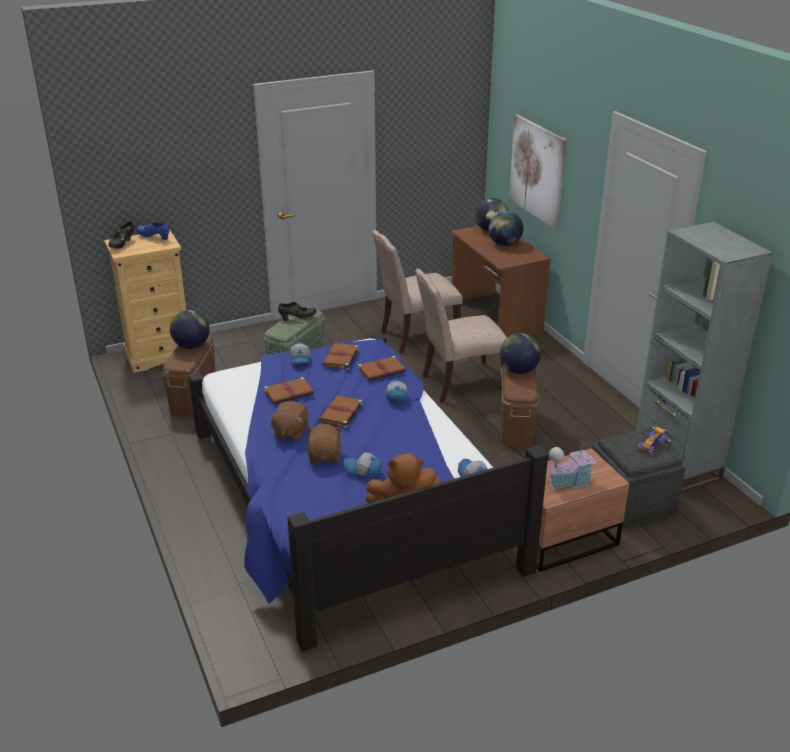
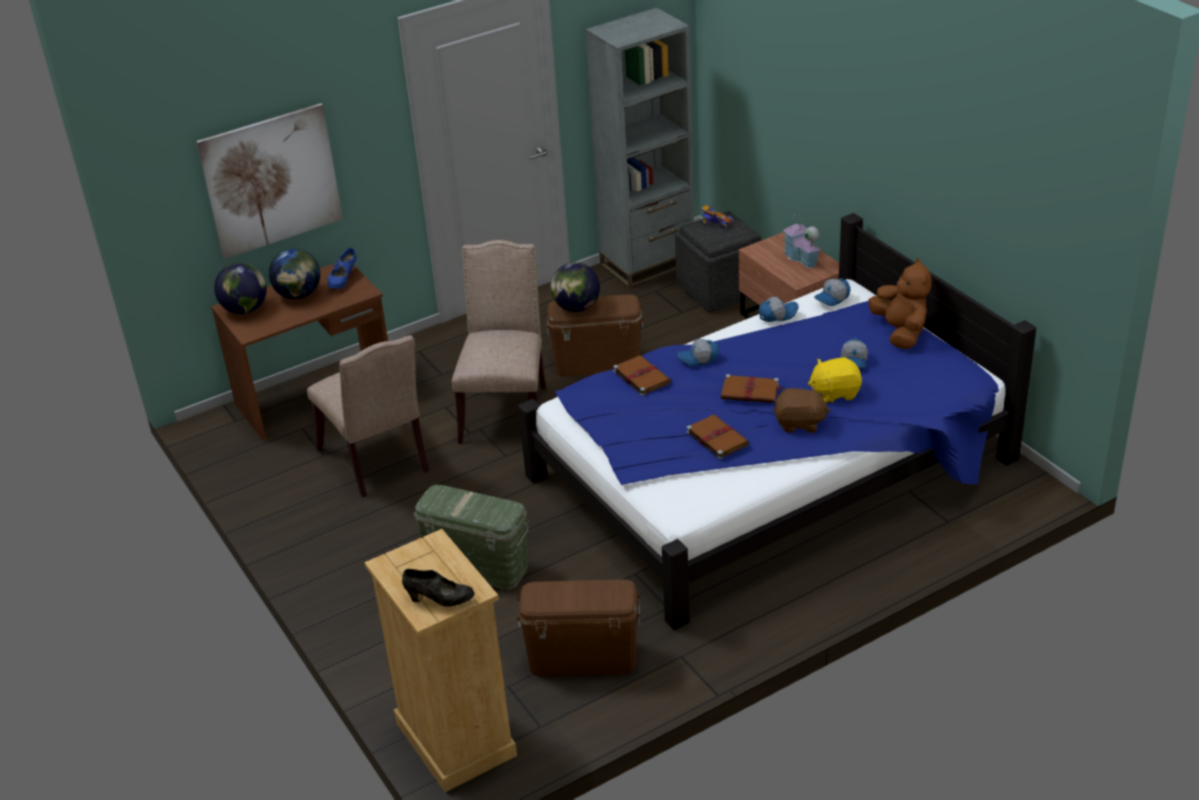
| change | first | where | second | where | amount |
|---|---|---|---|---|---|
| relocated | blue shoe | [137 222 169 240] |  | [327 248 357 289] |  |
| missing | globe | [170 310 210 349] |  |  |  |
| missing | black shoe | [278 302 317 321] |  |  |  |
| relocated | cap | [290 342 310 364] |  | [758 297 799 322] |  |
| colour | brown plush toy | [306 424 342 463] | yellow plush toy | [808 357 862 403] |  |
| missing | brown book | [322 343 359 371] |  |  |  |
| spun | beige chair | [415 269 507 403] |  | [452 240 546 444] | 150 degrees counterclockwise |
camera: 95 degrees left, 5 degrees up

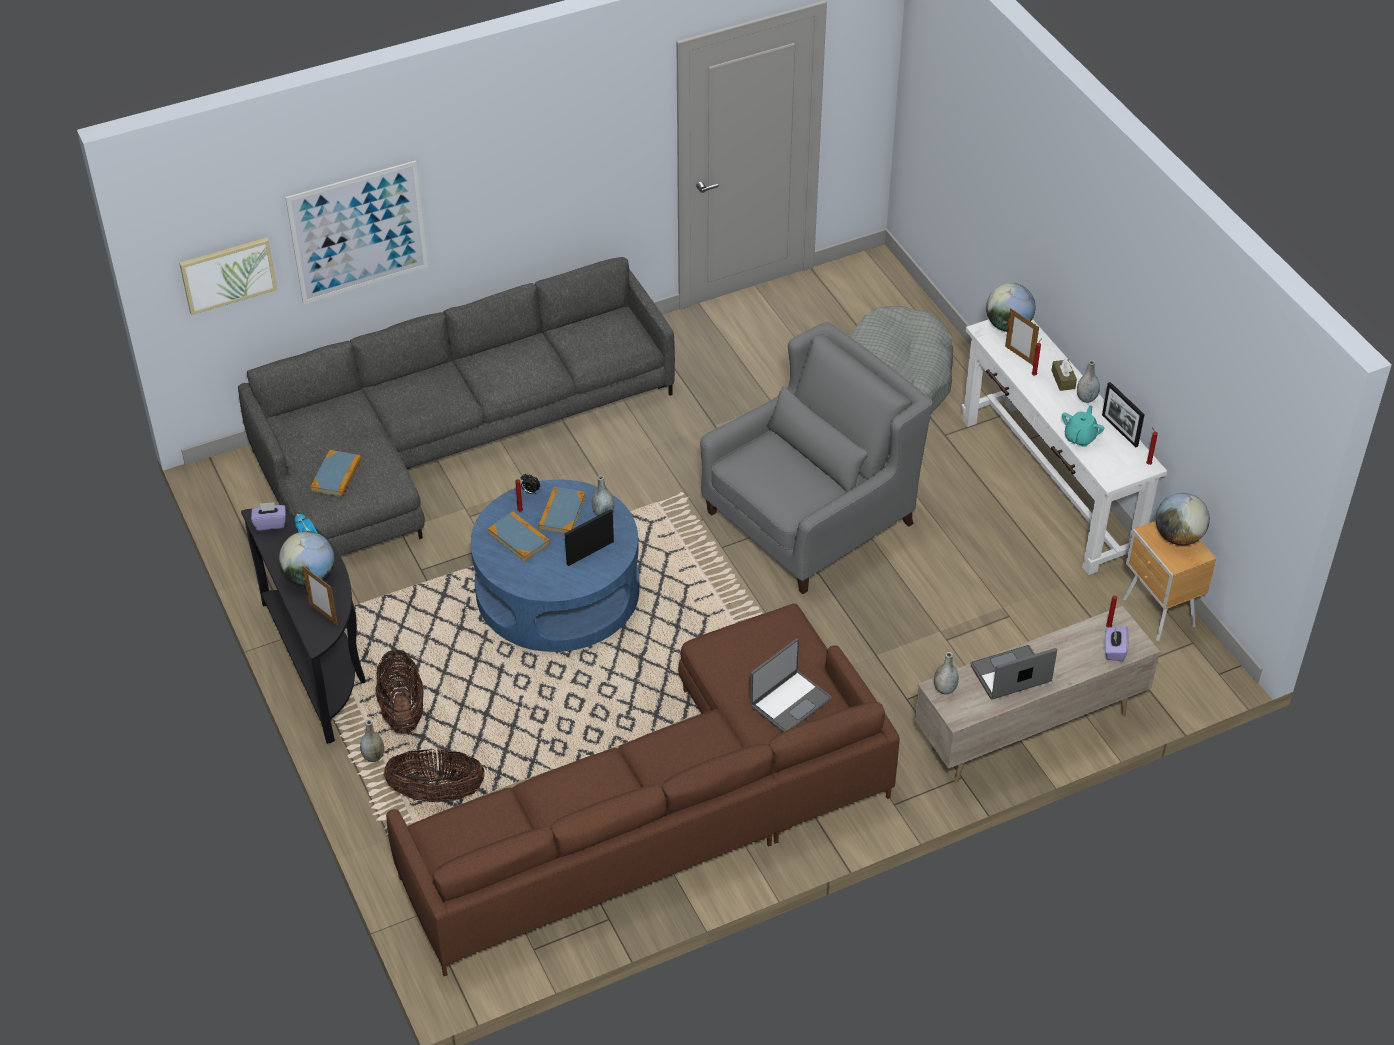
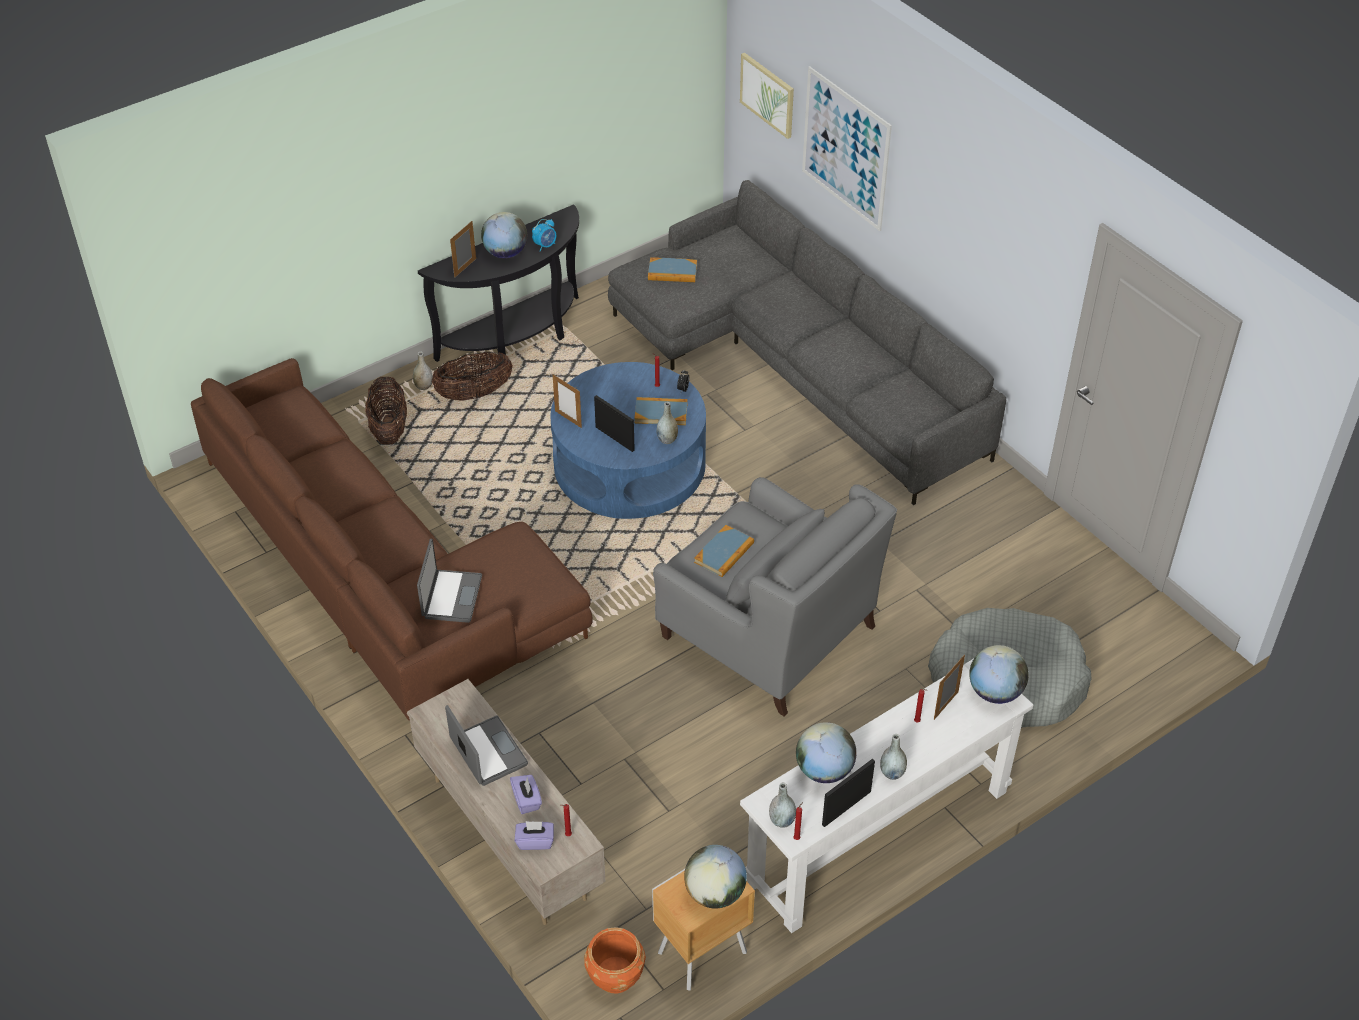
| change | first | where | second | where | amount |
|---|---|---|---|---|---|
| relocated | purple tissue box | [251 502 286 531] |  | [510 775 542 814] |  |
| relocated | book | [488 511 550 562] |  | [694 525 754 577] |  |
| spun | laptop | [750 638 832 732] |  | [417 539 482 623] | 120 degrees counterclockwise |
| relocated | grey vase | [934 652 959 694] |  | [769 783 796 828] |  |
| missing | brown tissue box | [1052 359 1077 391] |  |  |  |
| exchanged | turquoise teapot | [1062 405 1104 447] | globe | [796 722 856 783] |  |
| appeared |  |  | picture frame | [553 374 582 428] |  |
| appeared |  |  | orange planter | [584 927 646 993] |  |
camera: 80 degrees right, 0 degrees up

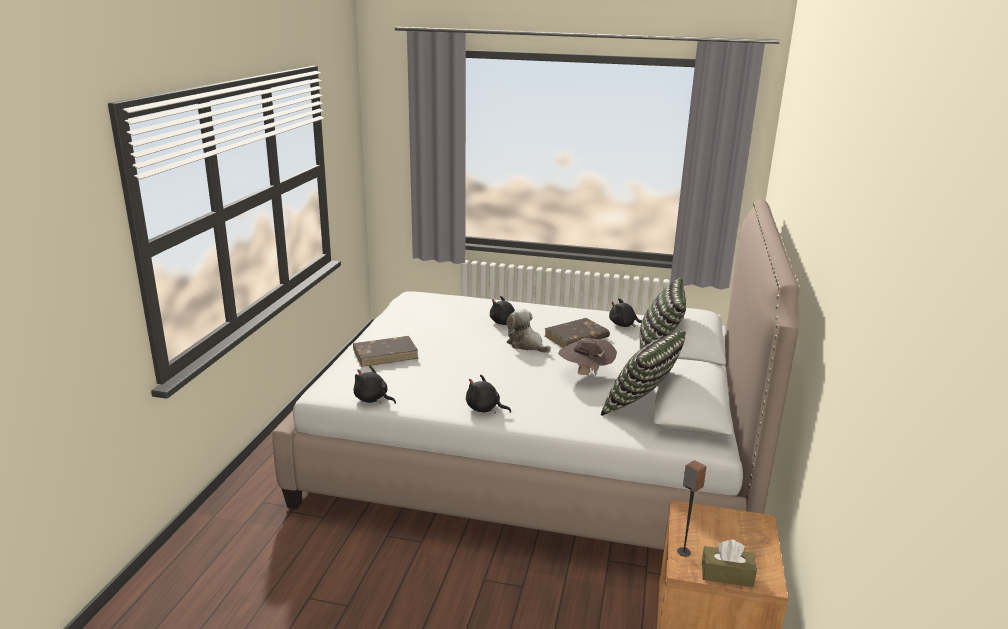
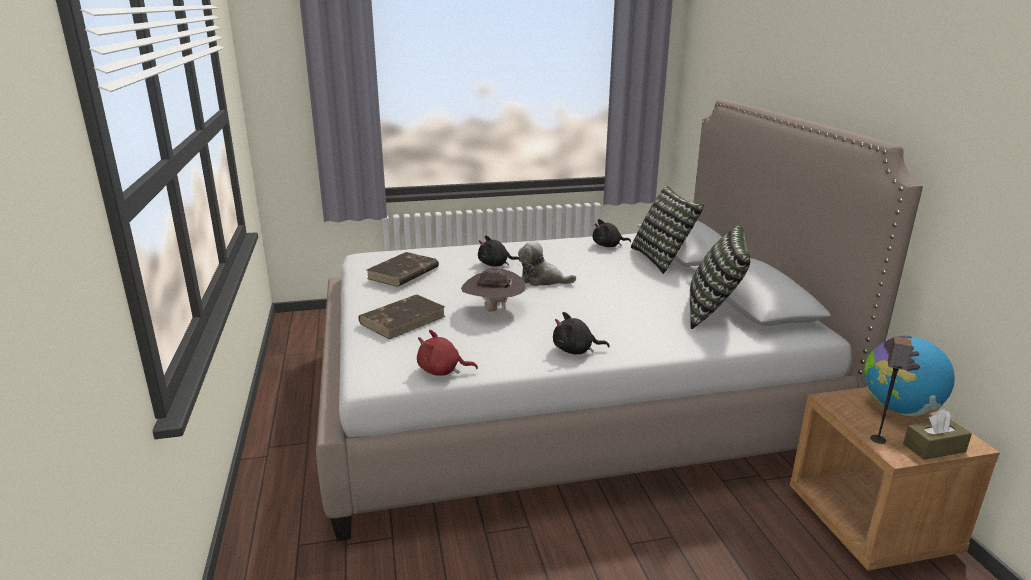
| change | first | where | second | where | amount |
|---|---|---|---|---|---|
| colour | black plush toy | [353 366 396 404] | red plush toy | [417 330 478 376] |  |
| relocated | brown book | [544 318 610 348] |  | [367 252 439 287] |  |
| relocated | brown hat | [558 338 617 375] |  | [461 268 526 312] |  |
| appeared |  |  | globe | [864 336 955 417] |  |
camera: 25 degrees left, 0 degrees up

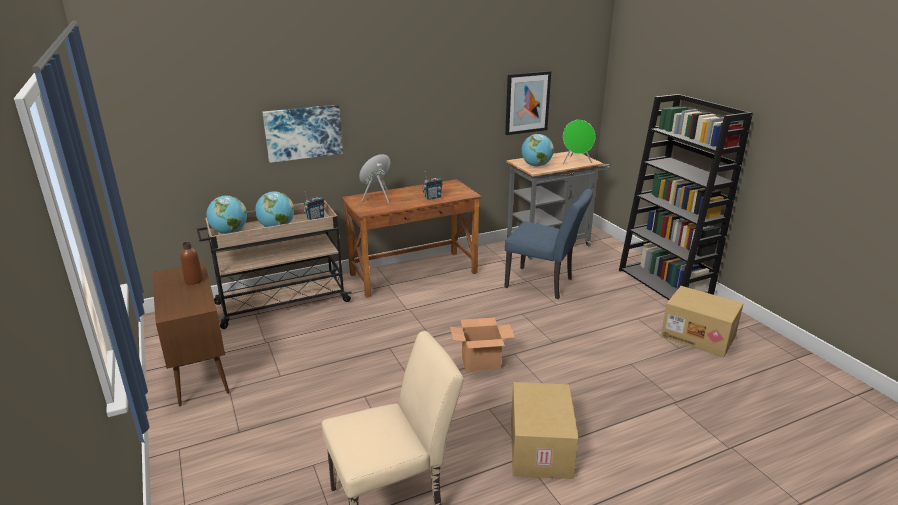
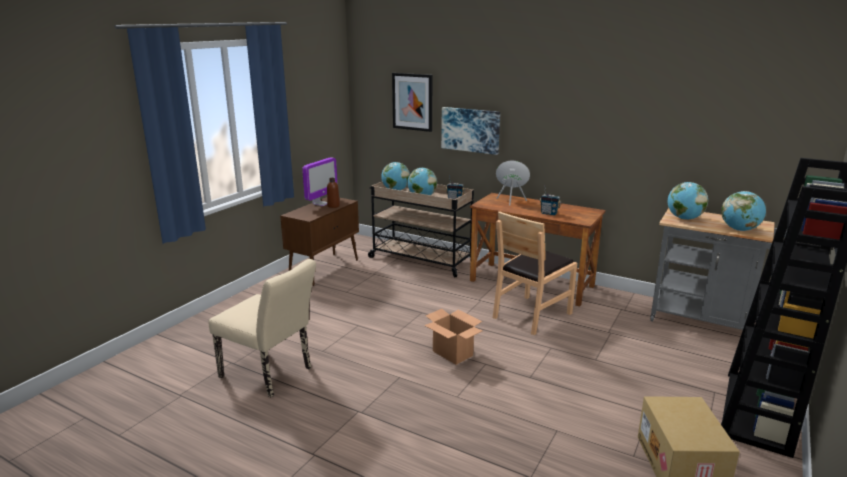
| change | first | where | second | where | amount |
|---|---|---|---|---|---|
| missing | blue chair | [504 189 593 299] |  |  |  |
| relocated | picture | [505 71 551 135] |  | [392 73 432 132] |  |
| missing | cardboard box | [511 382 579 479] |  |  |  |
| exchanged | green speaker | [563 120 595 164] | globe | [721 191 766 231] |  |
| appeared |  |  | monitor | [302 157 337 206] |  |
| appeared |  |  | brown chair | [493 211 577 335] |  |
camera: 55 degrees right, 5 degrees down

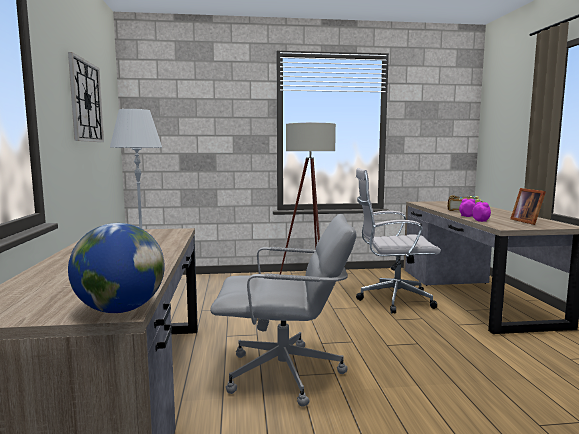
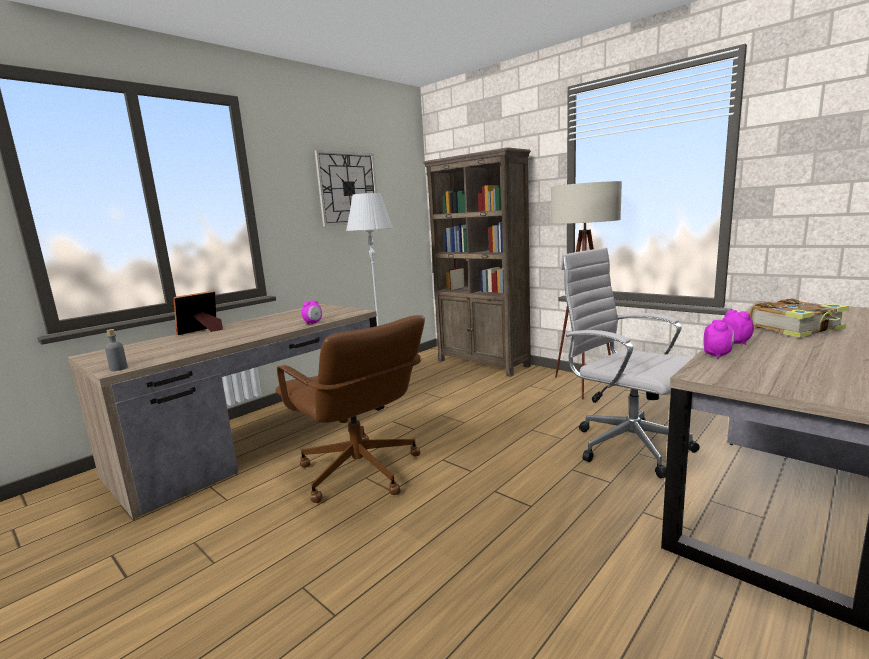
| change | first | where | second | where | amount |
|---|---|---|---|---|---|
| exchanged | globe | [68 223 165 313] | grey bottle | [105 329 128 371] |  |
| colour | grey office chair | [210 214 357 407] | brown office chair | [275 315 425 503] |  |
| relocated | picture frame | [510 188 546 225] |  | [173 291 223 335] |  |
| appeared |  |  | alarm clock | [302 300 322 324] |  |
| appeared |  |  | brown bookcase | [423 147 531 377] |  |
camera: 50 degrees right, 5 degrees up

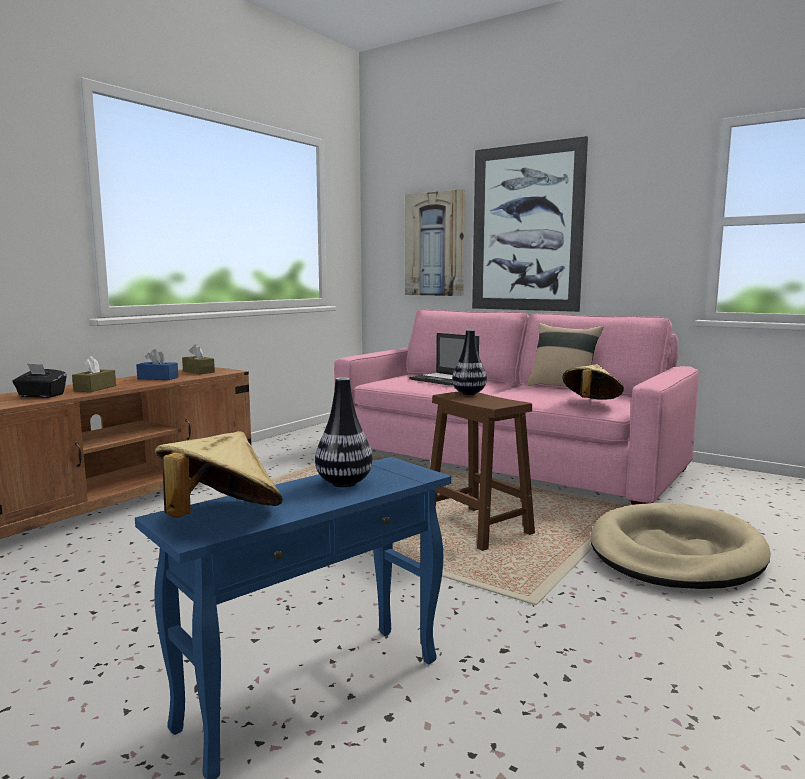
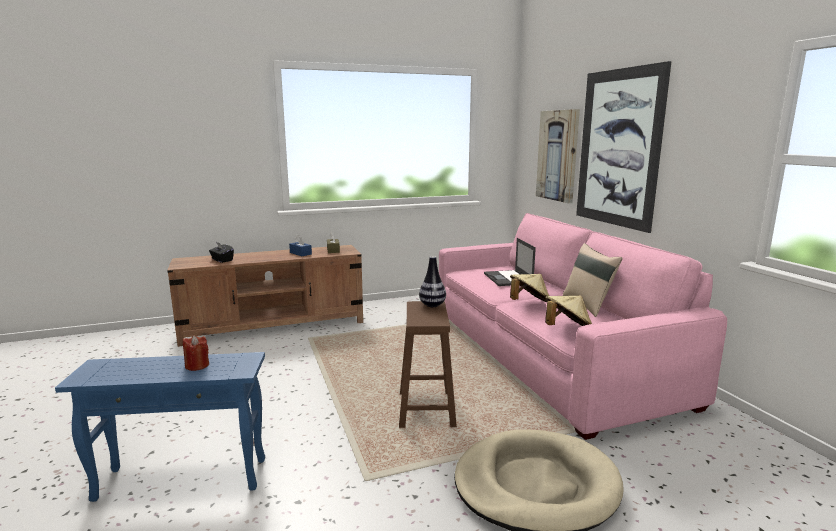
| change | first | where | second | where | amount |
|---|---|---|---|---|---|
| missing | brown tissue box | [72 356 116 392] |  |  |  |
| relocated | beige hat | [155 431 283 518] |  | [510 274 549 302] |  |
| exchanged | vase | [315 377 373 487] | red candle | [182 335 209 371] |  |
camera: 35 degrees right, 5 degrees up

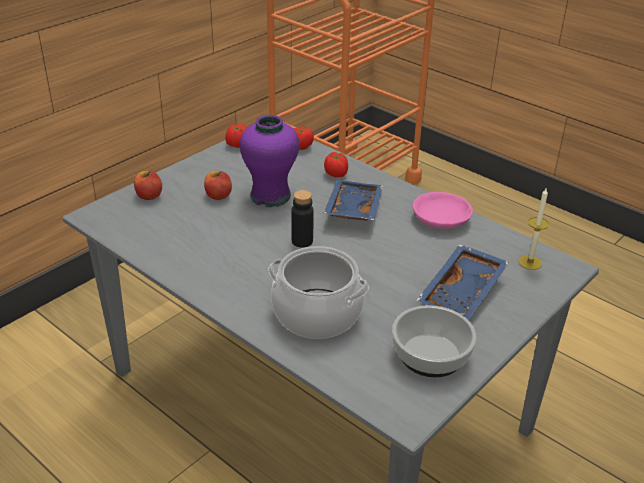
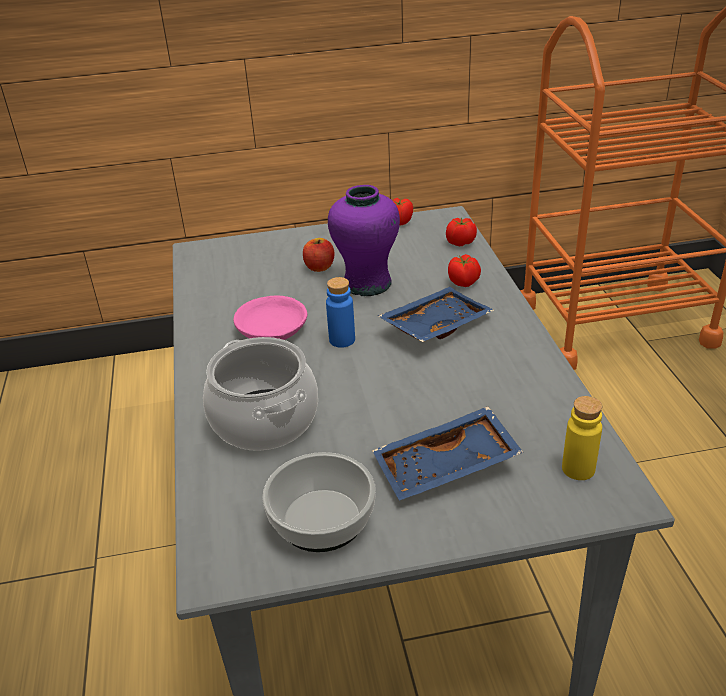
| change | first | where | second | where | amount |
|---|---|---|---|---|---|
| missing | apple | [134 171 162 200] |  |  |  |
| colour | black bottle | [291 190 314 247] | blue bottle | [326 277 355 348] |  |
| relocated | pink bowl | [413 192 473 229] |  | [234 296 307 340] |  |
| exchanged | candle | [518 187 549 270] | yellow bottle | [562 396 602 480] |  |
camera: 40 degrees right, 0 degrees up

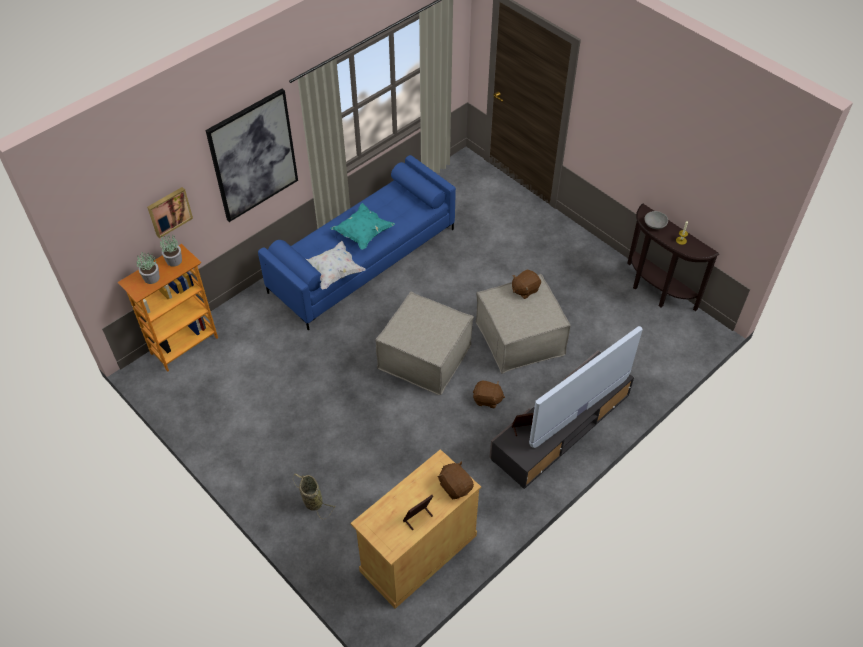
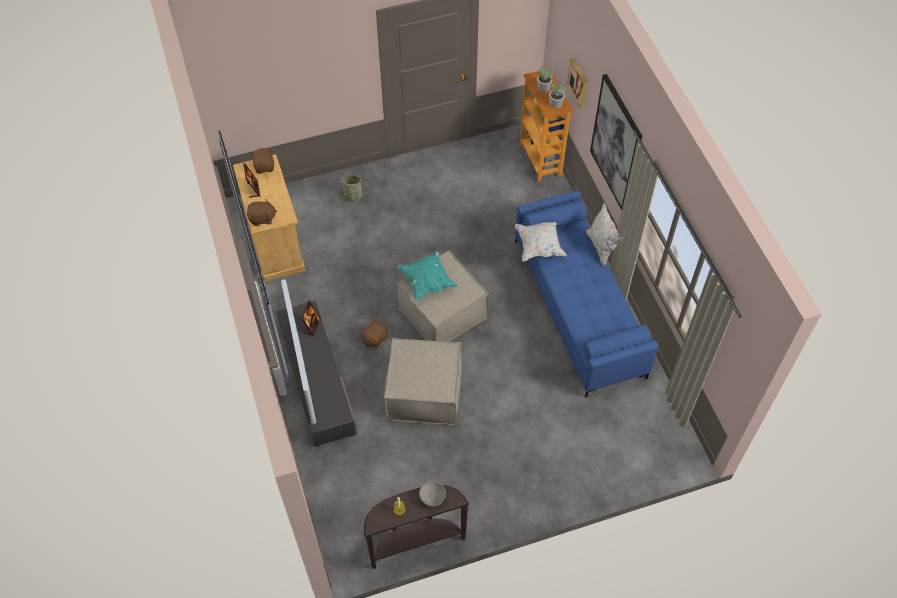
| change | first | where | second | where | amount |
|---|---|---|---|---|---|
| relocated | turquoise pillow | [331 203 395 250] |  | [398 251 458 302] |  |
| relocated | brown plush toy | [512 270 541 299] |  | [250 148 274 174] |  |
| appeared |  |  | white pillow | [586 203 623 267] |  |
camera: 115 degrees right, 5 degrees up

